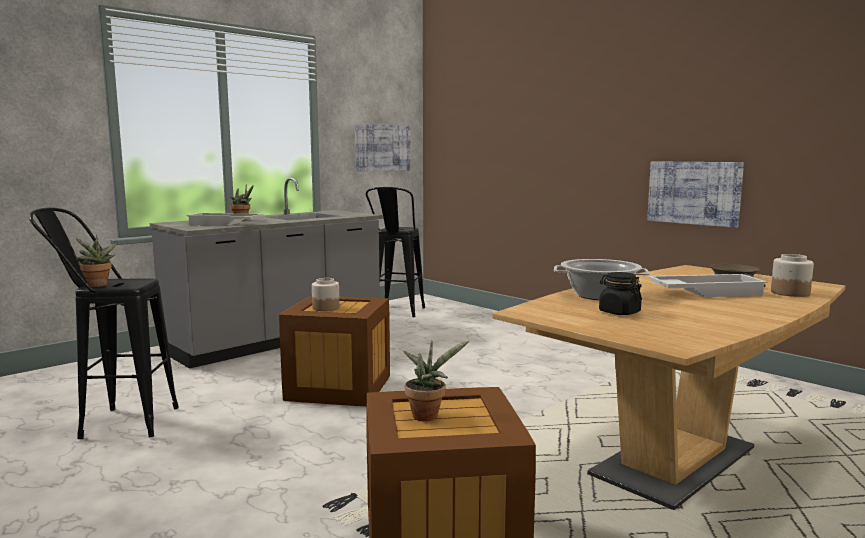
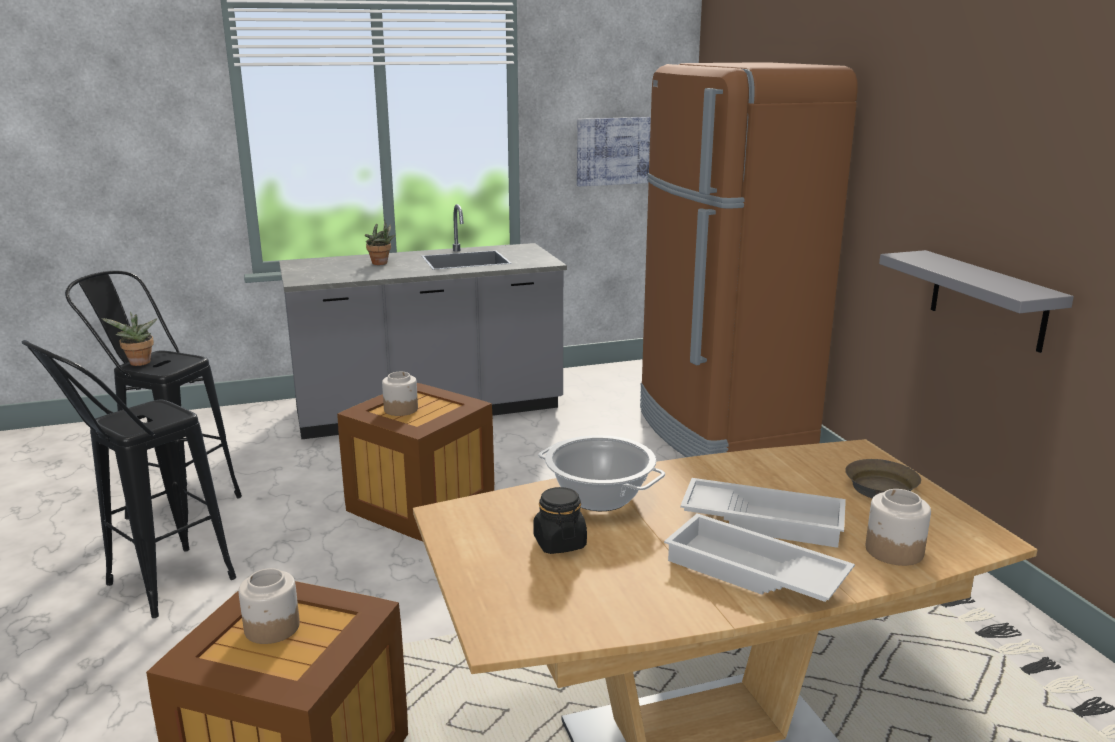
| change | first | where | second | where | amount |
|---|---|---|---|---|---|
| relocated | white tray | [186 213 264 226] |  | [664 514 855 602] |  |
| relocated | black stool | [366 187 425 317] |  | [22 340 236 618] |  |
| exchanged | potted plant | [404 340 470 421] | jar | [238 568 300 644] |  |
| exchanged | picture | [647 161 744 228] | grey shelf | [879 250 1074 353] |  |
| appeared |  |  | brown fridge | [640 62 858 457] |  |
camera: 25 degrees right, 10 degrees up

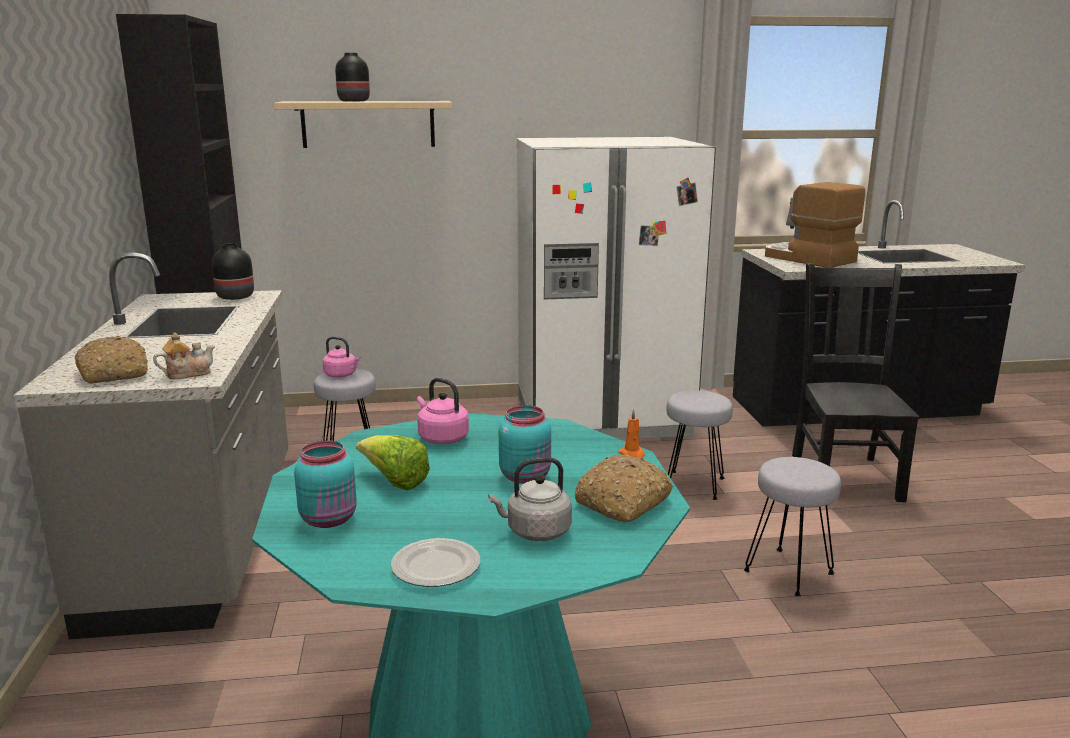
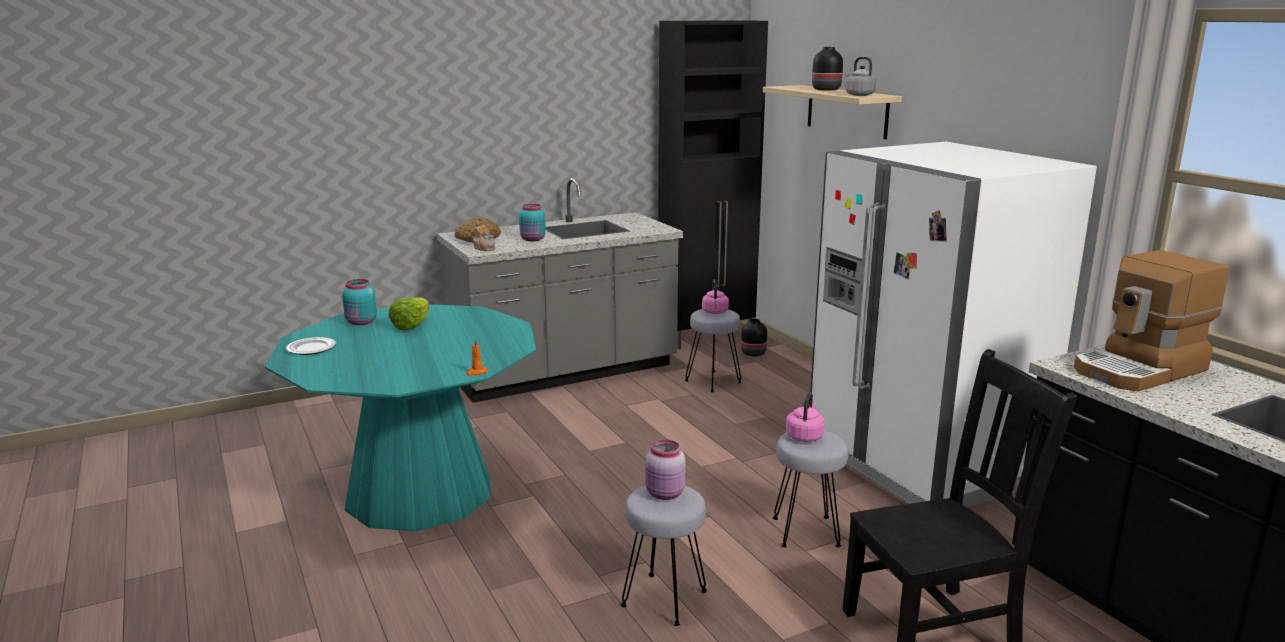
| change | first | where | second | where | amount |
|---|---|---|---|---|---|
| relocated | black vase | [212 243 254 300] |  | [741 319 767 357] |  |
| relocated | pink kettle | [417 378 469 444] |  | [786 392 825 442] |  |
| relocated | grey kettle | [488 457 572 541] |  | [845 57 876 96] |  |
| relocated | turquoise jar | [499 405 551 484] |  | [519 204 546 241] |  |
| missing | bread | [575 455 673 522] |  |  |  |
| spun | coffee machine | [765 182 865 268] |  | [1074 250 1229 391] | 150 degrees counterclockwise |
| appeared |  |  | pink jar | [645 440 686 500] |  |
camera: 70 degrees right, 0 degrees up

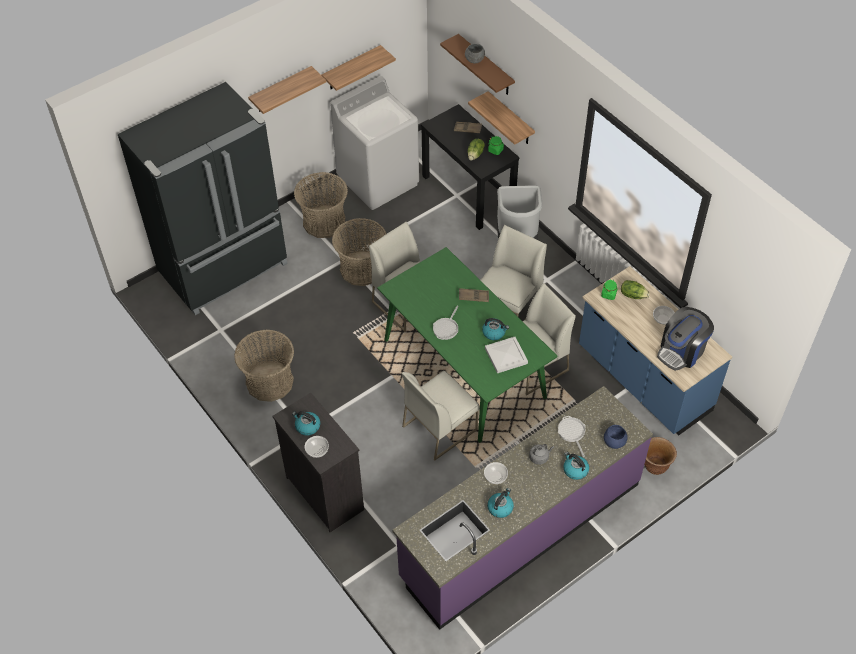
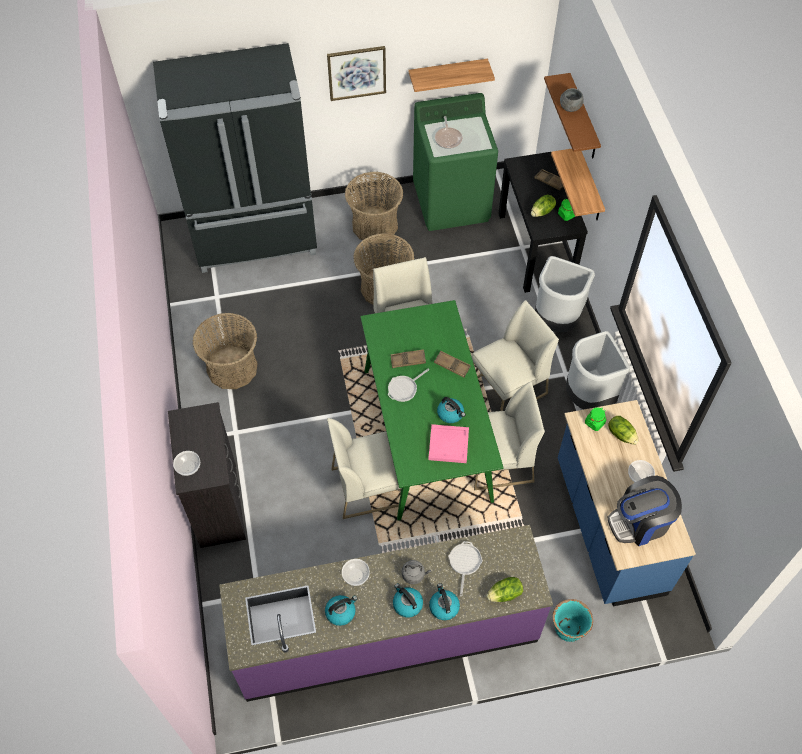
| change | first | where | second | where | amount |
|---|---|---|---|---|---|
| exchanged | shelf | [248 66 326 114] | picture | [327 46 386 101] |  |
| relocated | kettle | [292 411 320 436] |  | [393 583 423 618] |  |
| colour | white washing machine | [330 76 419 210] | green washing machine | [413 93 498 231] |  |
| colour | white tray | [485 337 528 373] | pink tray | [428 424 469 463] |  |
| exchanged | blue bowl | [604 425 628 449] | lettuce | [486 577 523 602] |  |
| colour | brown planter | [644 437 677 475] | turquoise planter | [553 599 593 642] |  |
| appeared |  |  | brown tray | [390 349 426 368] |  |
| appeared |  |  | frying pan | [435 116 462 149] |  |
| appeared |  |  | grey trash can | [566 331 630 409] |  |
camera: 25 degrees right, 5 degrees up

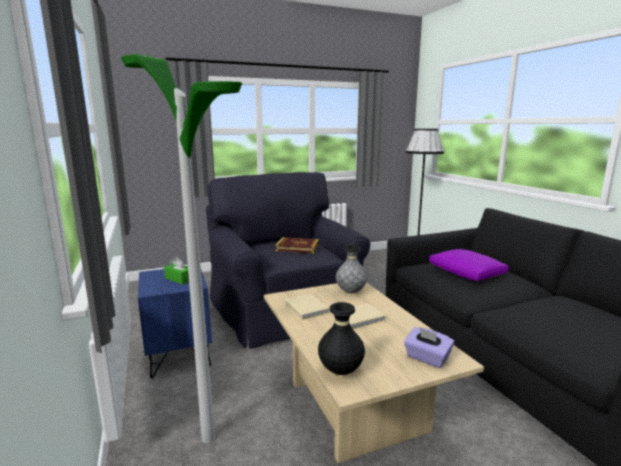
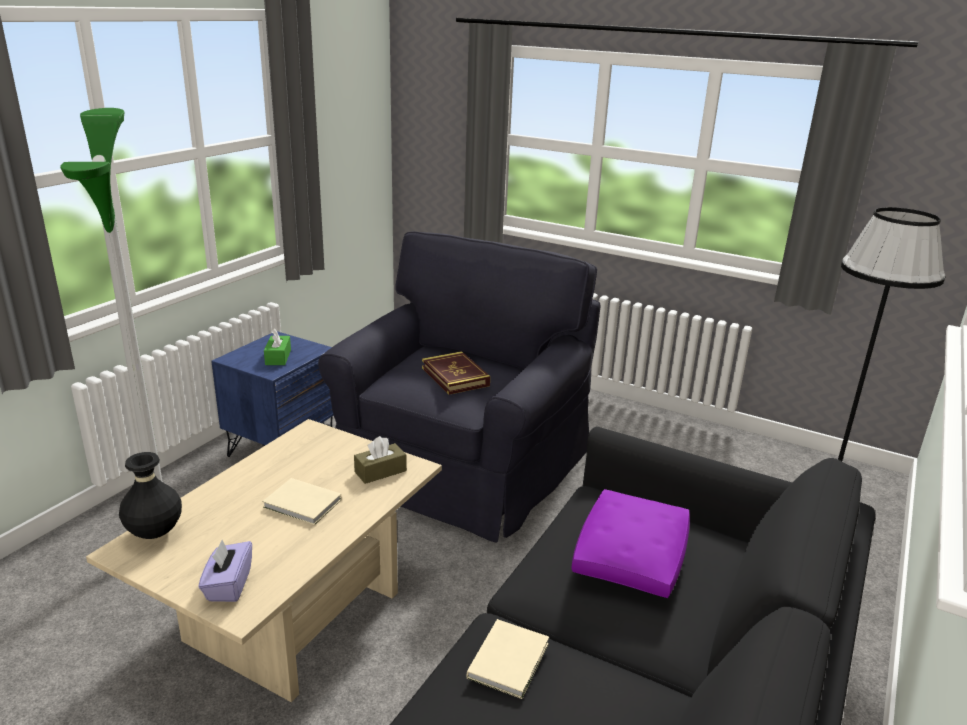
| change | first | where | second | where | amount |
|---|---|---|---|---|---|
| relocated | beige book | [285 294 329 320] |  | [467 619 549 699] |  |
| exchanged | grey vase | [336 245 367 293] | brown tissue box | [354 436 407 484] |  |
camera: 50 degrees right, 10 degrees up

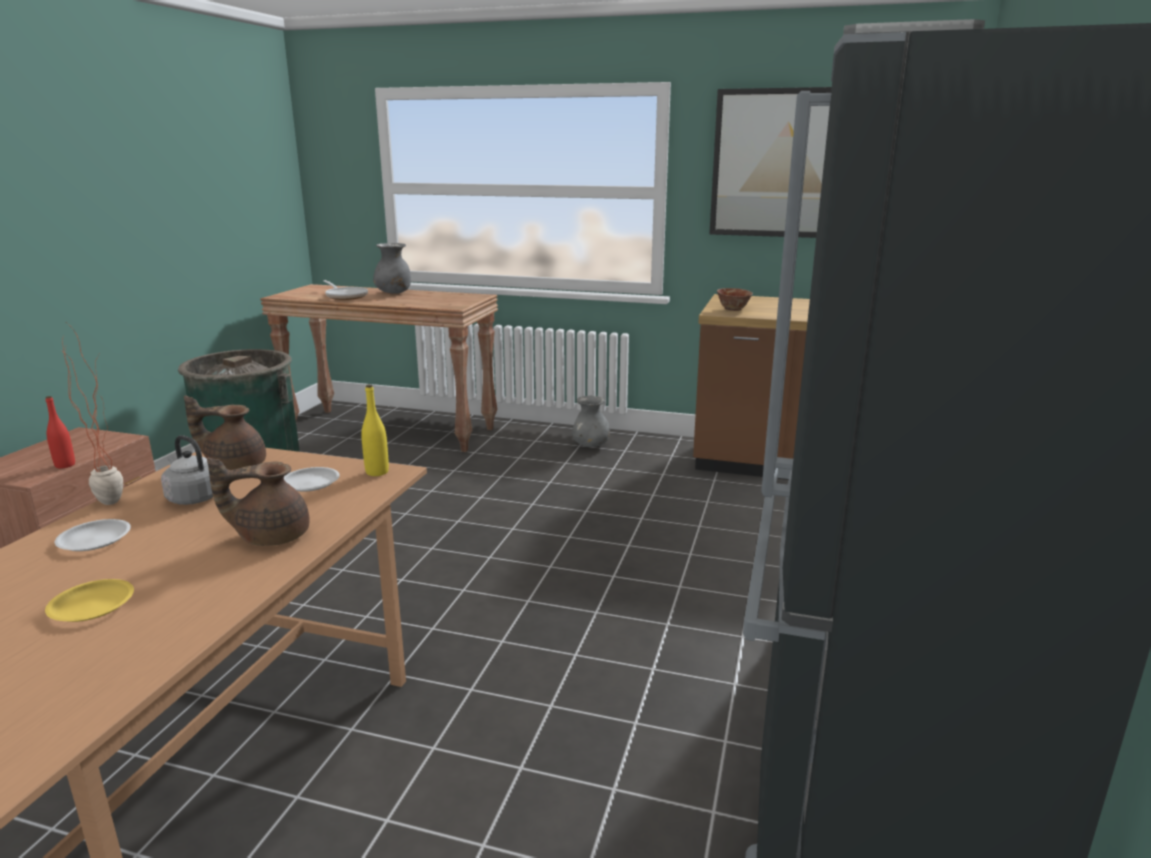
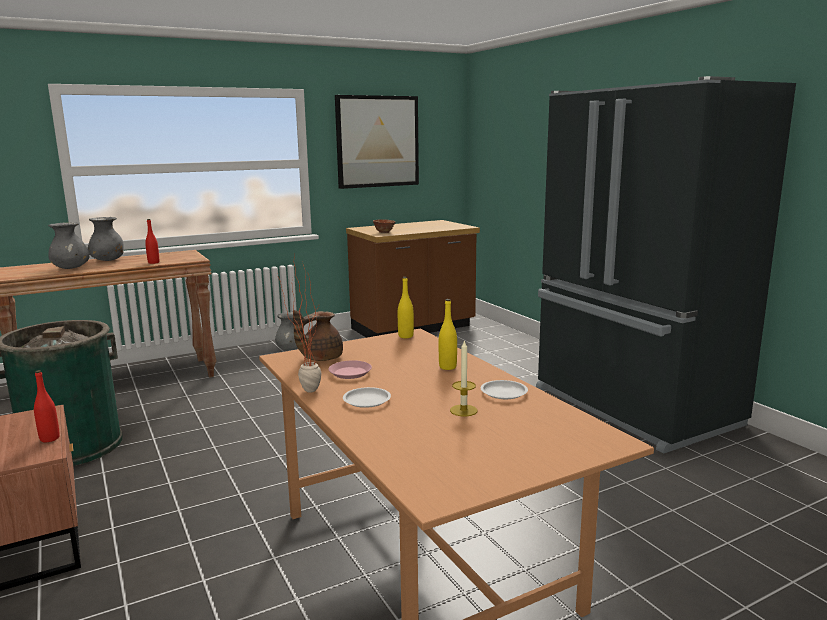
| change | first | where | second | where | amount |
|---|---|---|---|---|---|
| exchanged | yellow plate | [45 579 134 622] | candle | [450 340 477 416] |  |
| exchanged | grey kettle | [161 435 213 505] | pink plate | [329 360 372 379] |  |
| exchanged | brown teapot | [207 457 310 546] | yellow bottle | [439 299 457 370] |  |
| relocated | white plate | [284 467 340 491] |  | [481 380 528 399] |  |
| exchanged | frying pan | [323 280 368 300] | grey vase | [48 222 90 269] |  |
| appeared |  |  | red bottle | [145 219 159 264] |  |
camera: 45 degrees left, 5 degrees down

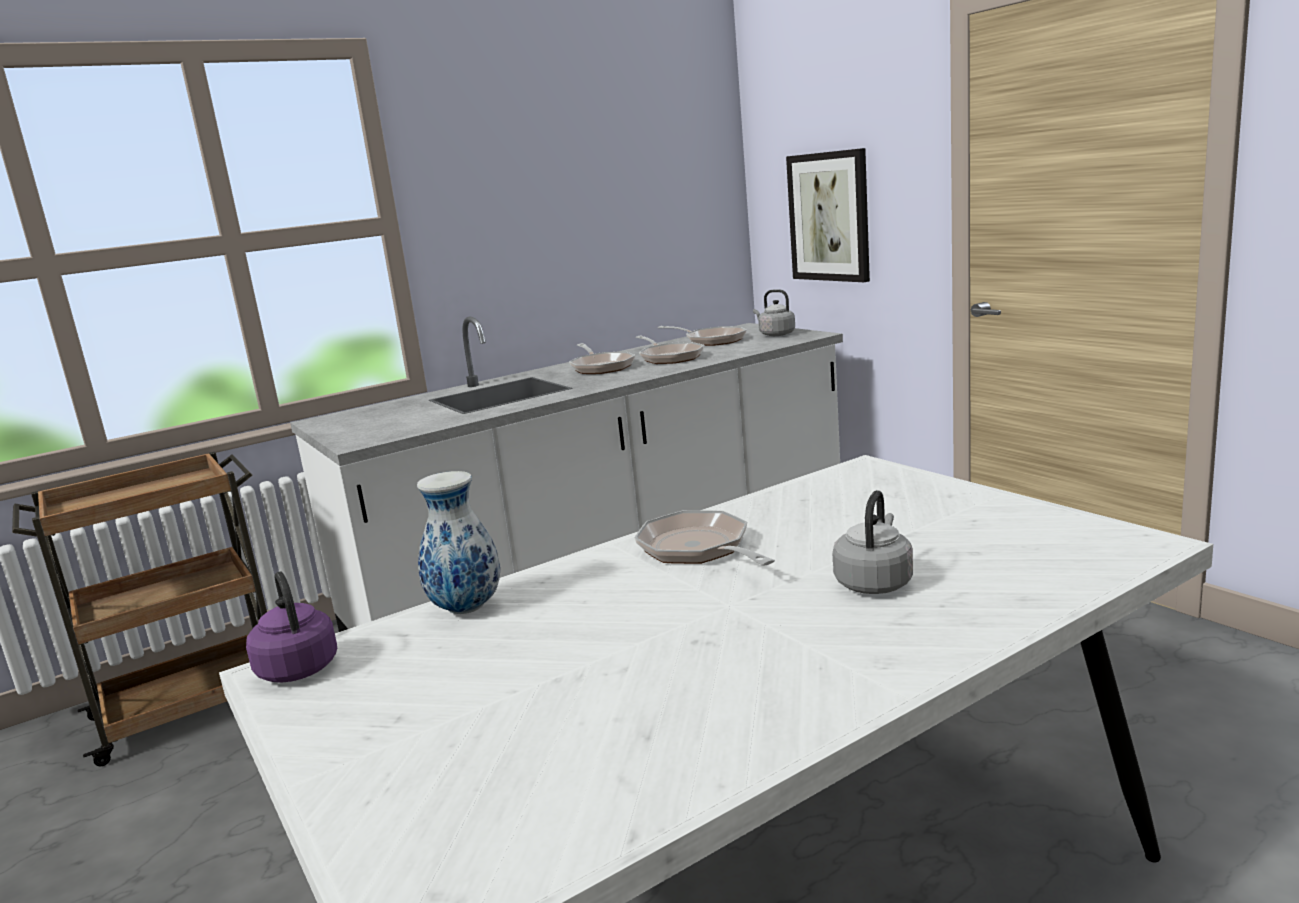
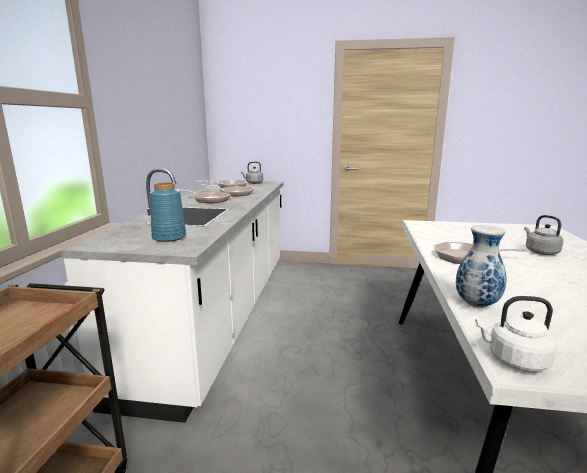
| change | first | where | second | where | amount |
|---|---|---|---|---|---|
| colour | purple kettle | [246 571 337 683] | white kettle | [475 296 558 372] |  |
| missing | picture | [786 148 870 282] |  |  |  |
| appeared |  |  | blue vase | [150 182 186 242] |  |
camera: 50 degrees left, 0 degrees up

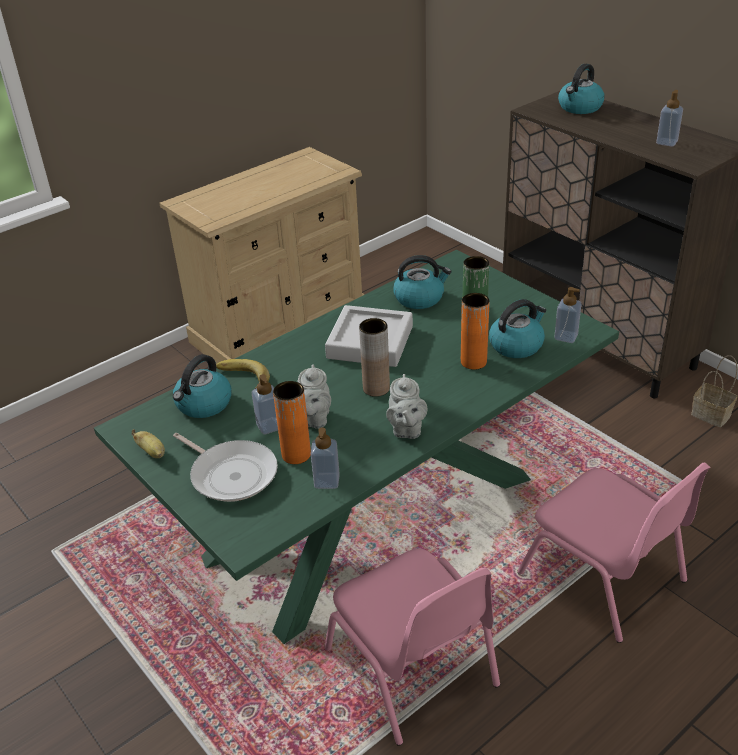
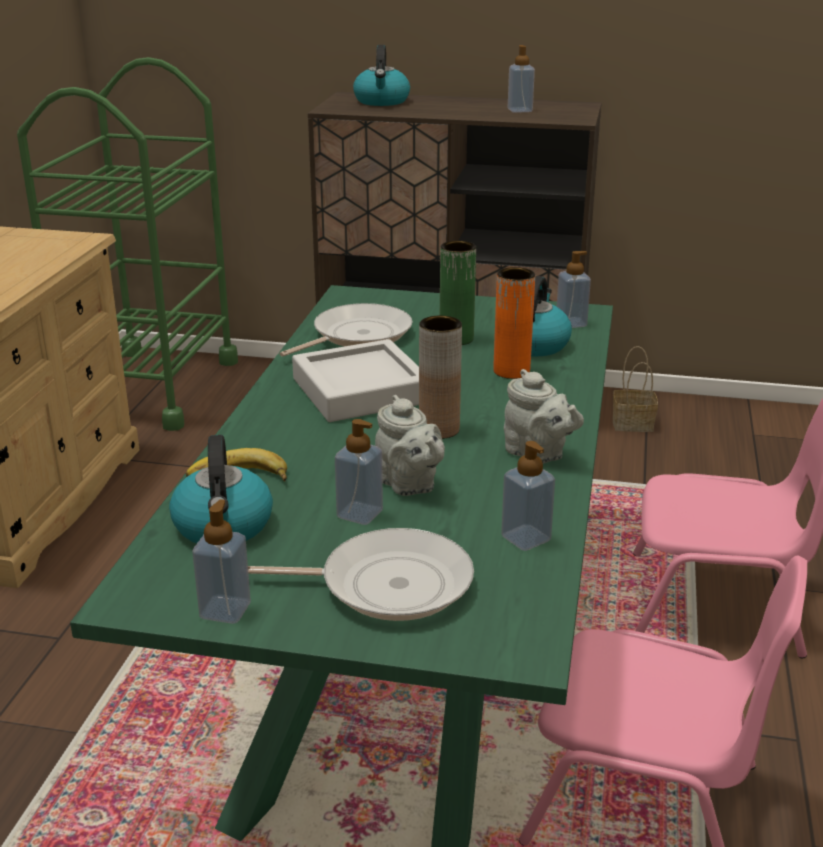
| change | first | where | second | where | amount |
|---|---|---|---|---|---|
| exchanged | banana | [132 429 165 458] | soap dispenser | [192 499 251 624] |  |
| missing | orange vase | [273 381 311 464] |  |  |  |
| exchanged | kettle | [393 255 451 309] | frying pan | [279 303 412 357] |  |
| appeared |  |  | green cart | [17 57 238 431] |  |
camera: 40 degrees left, 10 degrees down

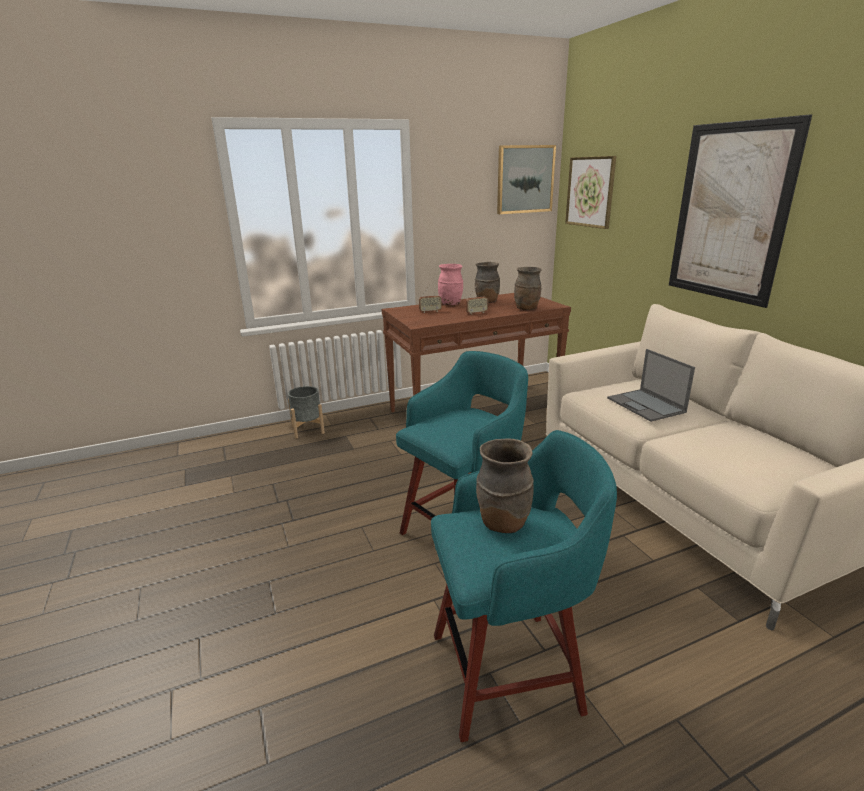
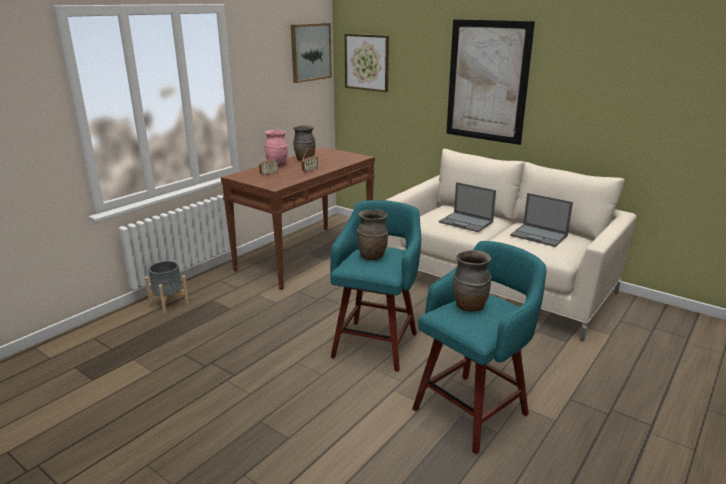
| change | first | where | second | where | amount |
|---|---|---|---|---|---|
| relocated | brown vase | [514 267 542 310] |  | [357 209 388 260] |  |
| appeared |  |  | laptop | [510 193 573 247] |  |
camera: 30 degrees left, 0 degrees up

